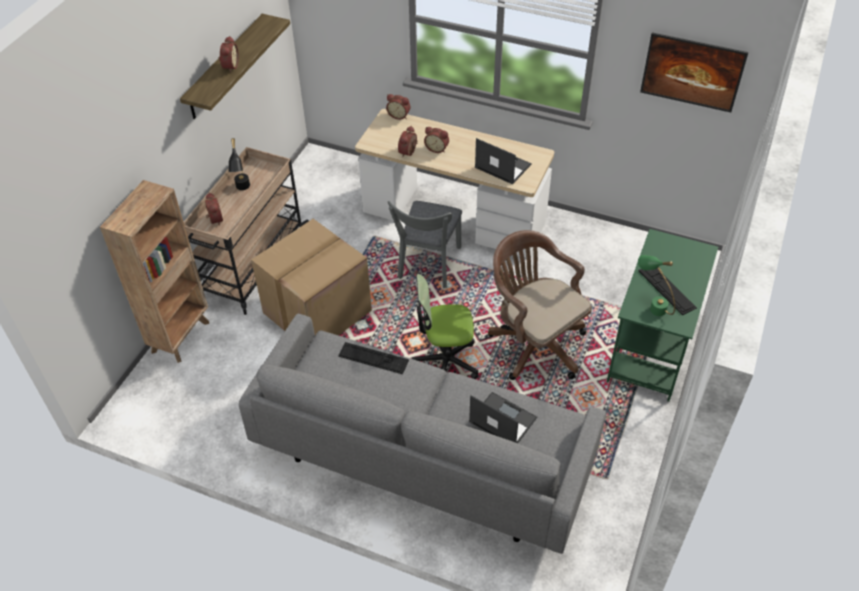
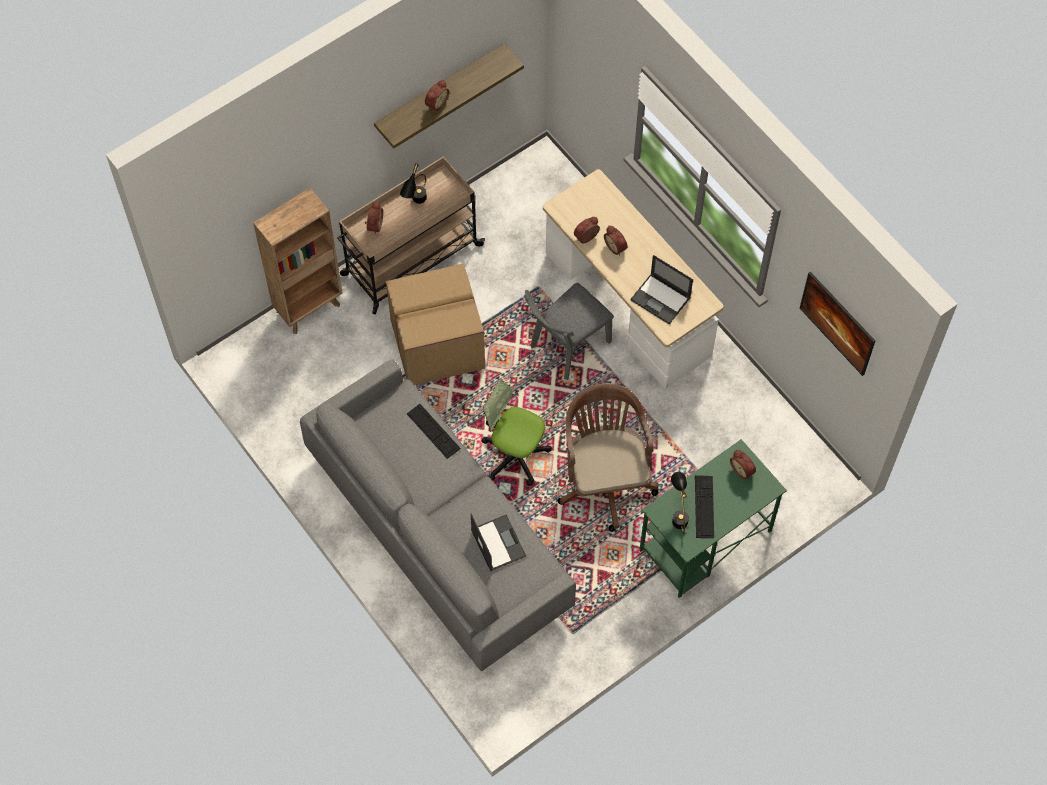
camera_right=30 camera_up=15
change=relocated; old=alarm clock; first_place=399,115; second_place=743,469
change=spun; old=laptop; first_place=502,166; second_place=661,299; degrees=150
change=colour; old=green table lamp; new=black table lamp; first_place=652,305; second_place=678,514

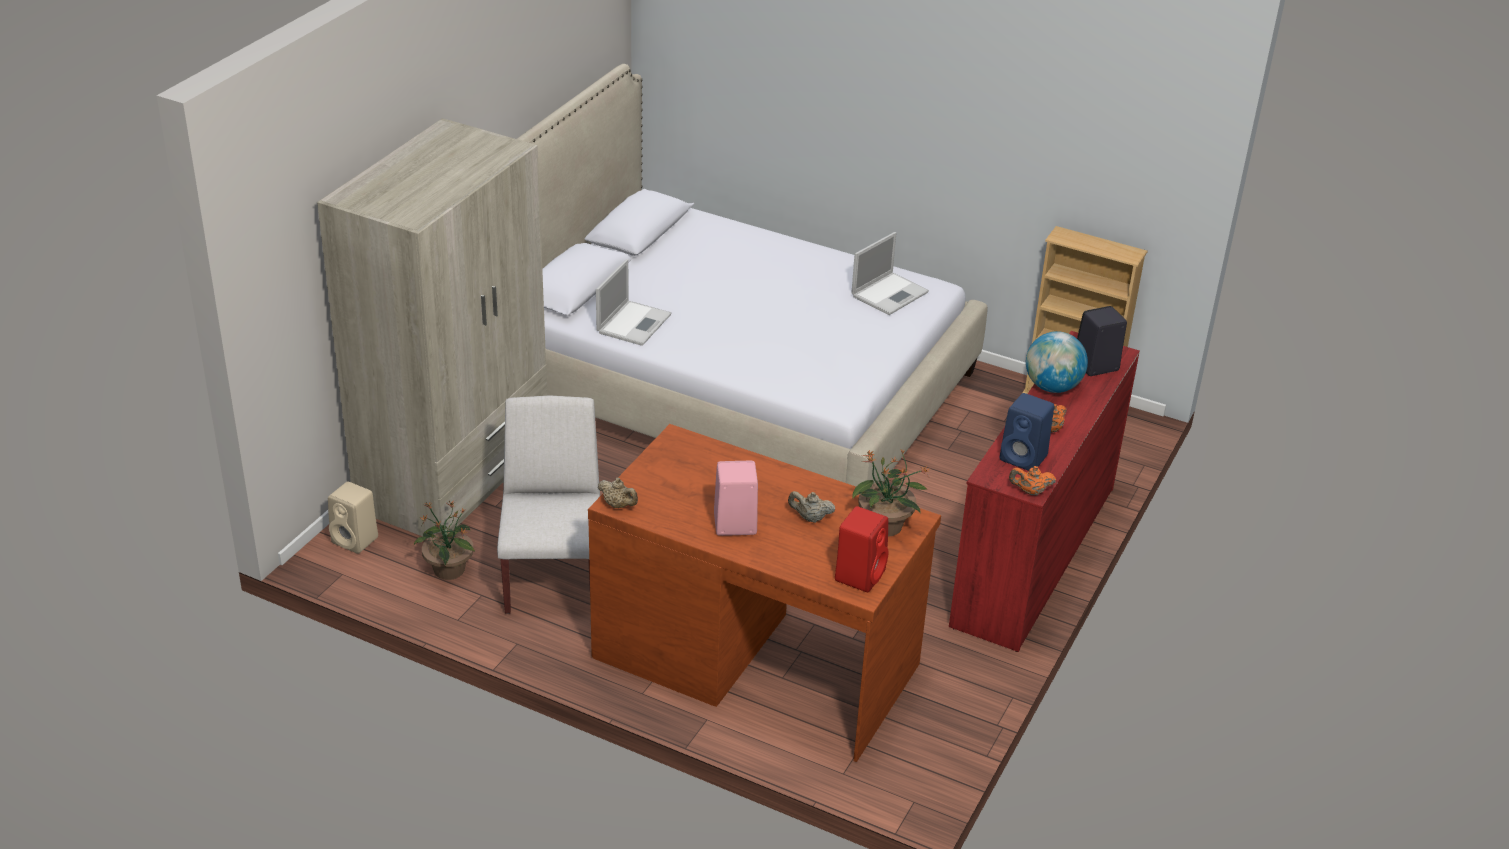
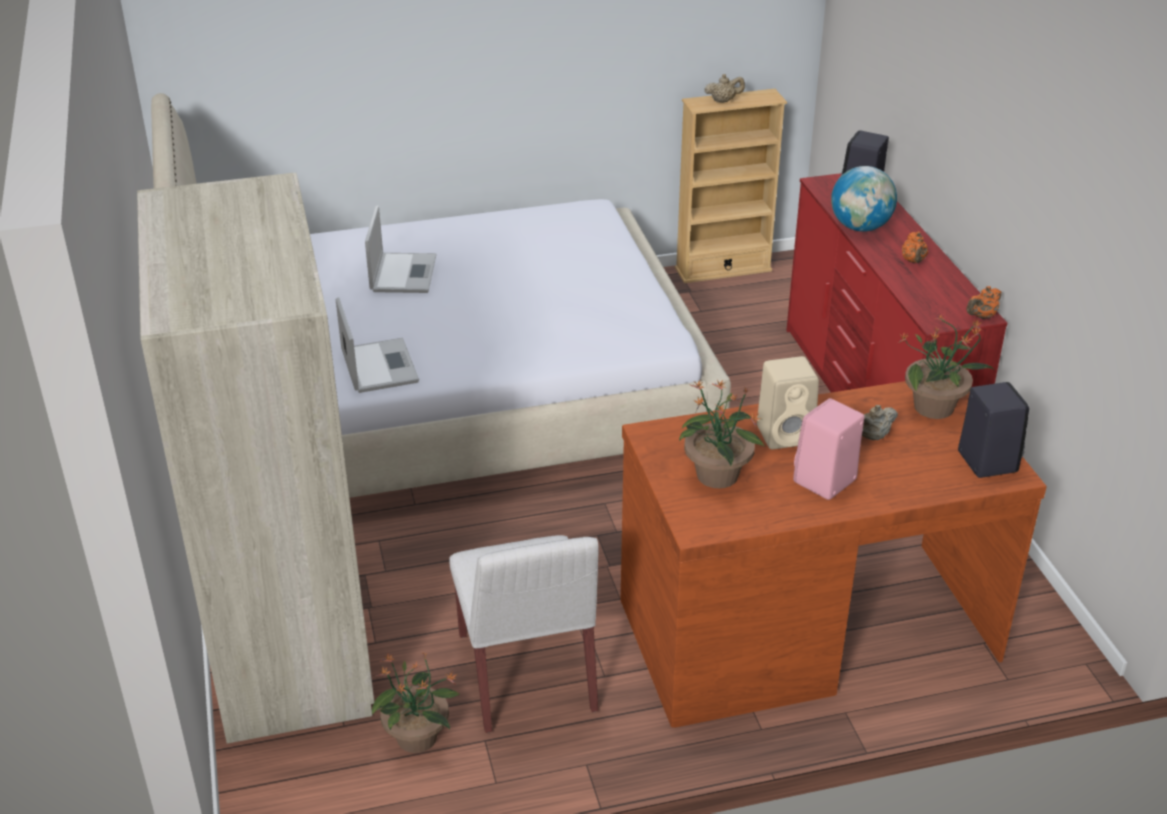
camera_right=-40 camera_up=0
change=relocated; old=beige speaker; first_place=356,540; second_place=786,434
change=spun; old=white chair; first_place=553,576; second_place=527,674; degrees=-150
change=relocated; old=beige teapot; first_place=618,505; second_place=723,101
change=colour; old=red speaker; new=black speaker; first_place=860,574; second_place=985,460
change=relocated; old=laptop; first_place=890,293; second_place=403,273
change=missing; old=blue speaker; first_place=1025,458
change=appeared; new=potted plant; second_place=717,476

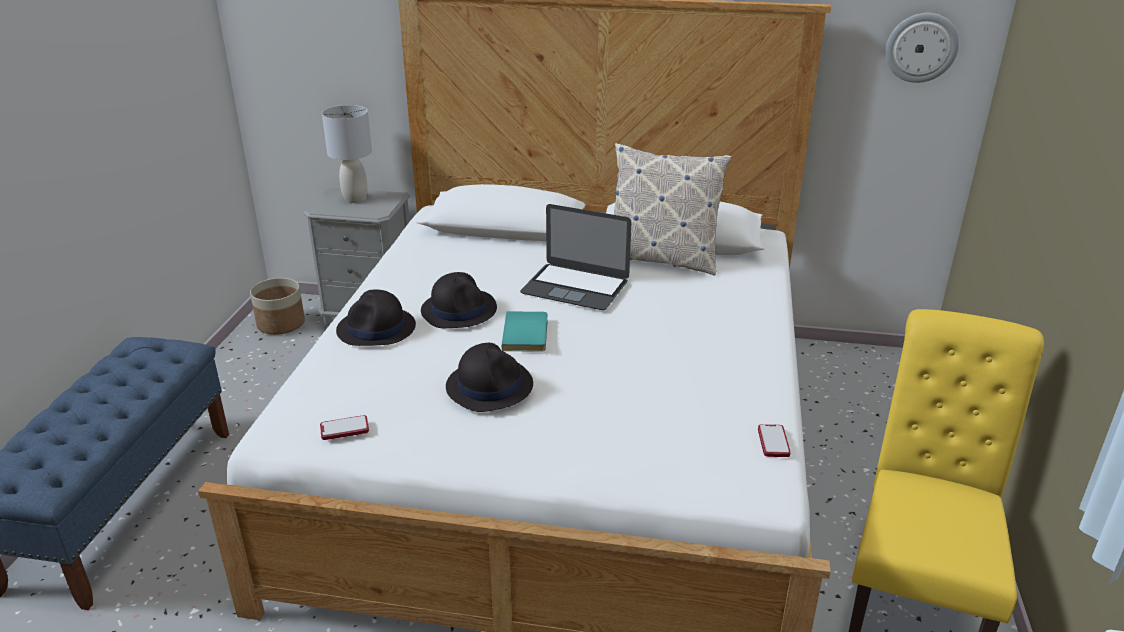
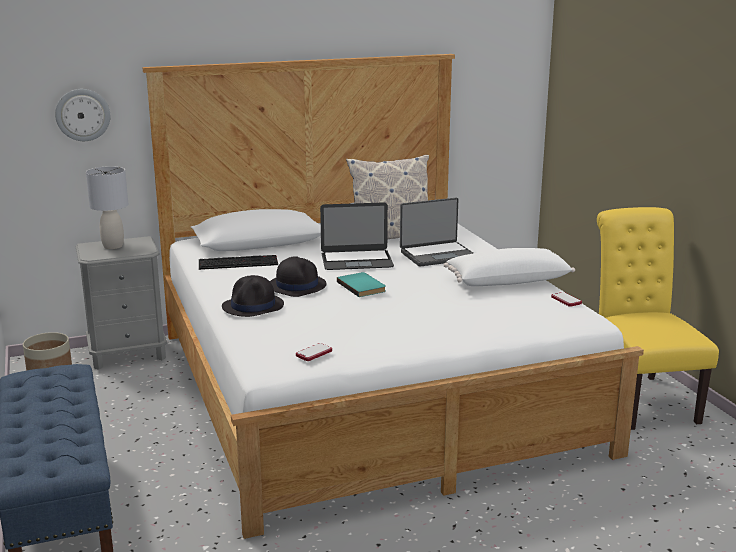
camera_right=-30 camera_up=-10
change=missing; old=black hat; first_place=489,385
change=relocated; old=wall clock; first_place=921,47; second_place=82,115
change=appeared; new=keyboard; second_place=239,262
change=appeared; new=laptop; second_place=437,255
change=appeared; new=white pillow; second_place=507,281

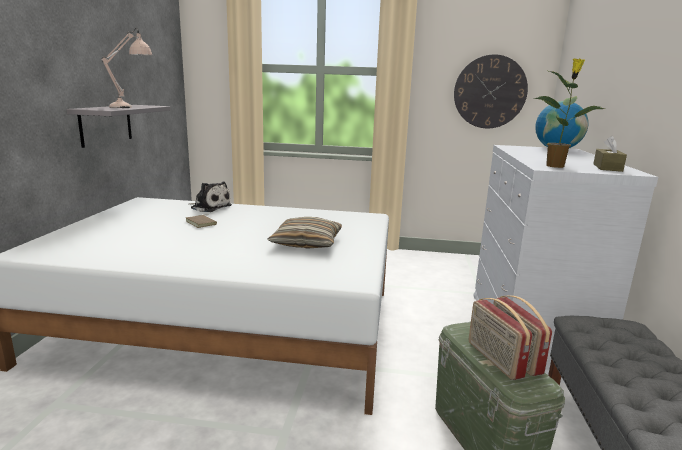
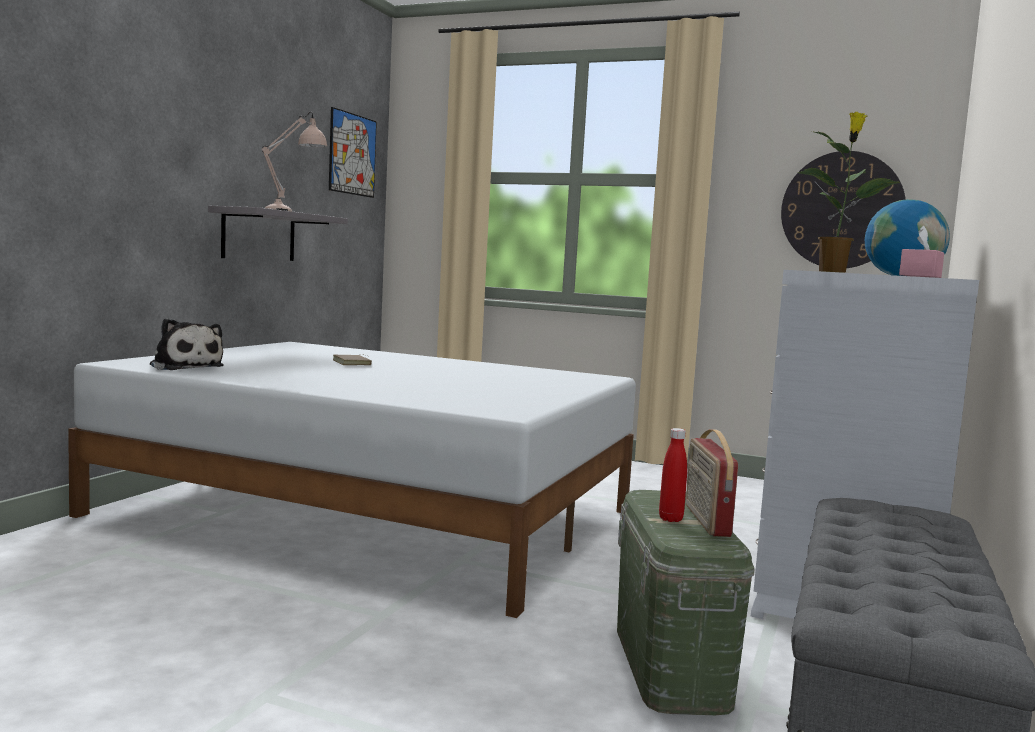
camera_right=15 camera_up=-10
change=relocated; old=plush toy; first_place=209,207; second_place=185,367
change=missing; old=pillow; first_place=307,242
change=exchanged; old=radio; new=red bottle; first_place=493,359; second_place=670,519
change=colour; old=brown tissue box; new=pink tissue box; first_place=607,167; second_place=920,276
change=appeared; new=picture; second_place=352,154

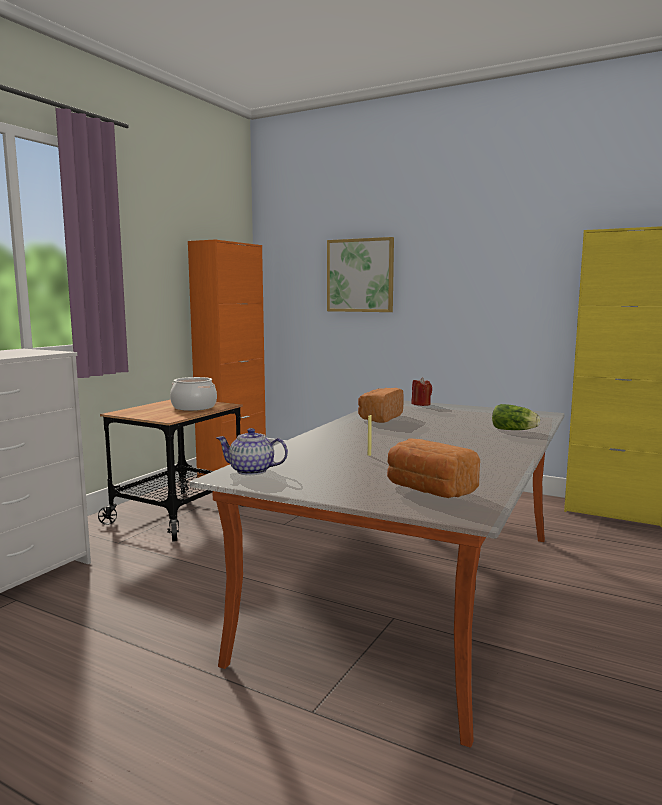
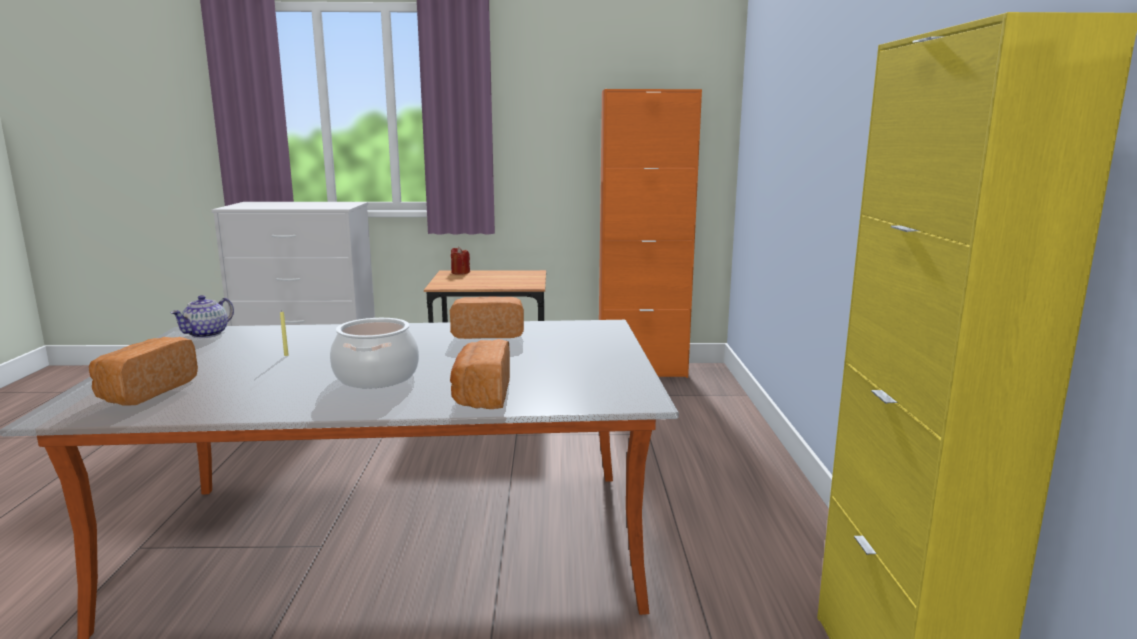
camera_right=60 camera_up=5
change=relocated; old=cooking pot; first_place=193,407; second_place=376,377
change=spun; old=teapot; first_place=252,471; second_place=207,334; degrees=-135
change=missing; old=picture; first_place=360,275
change=relocated; old=red candle; first_place=421,404; second_place=460,272
change=exchanged; old=lettuce; new=bread; first_place=515,430; second_place=481,395

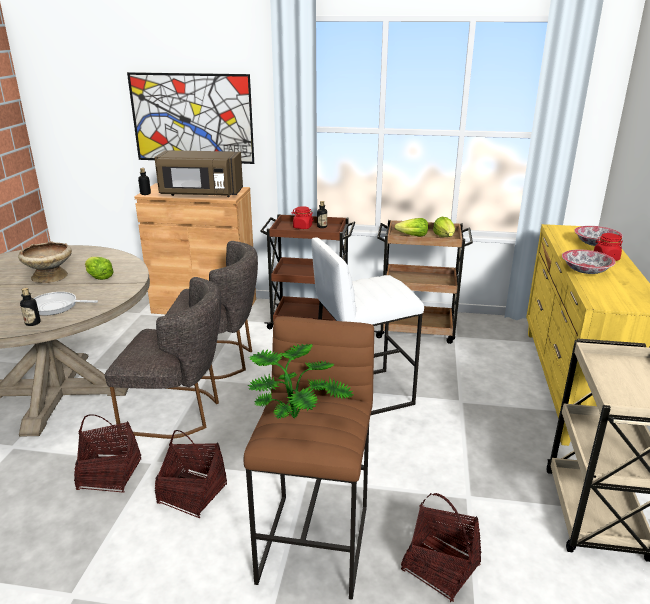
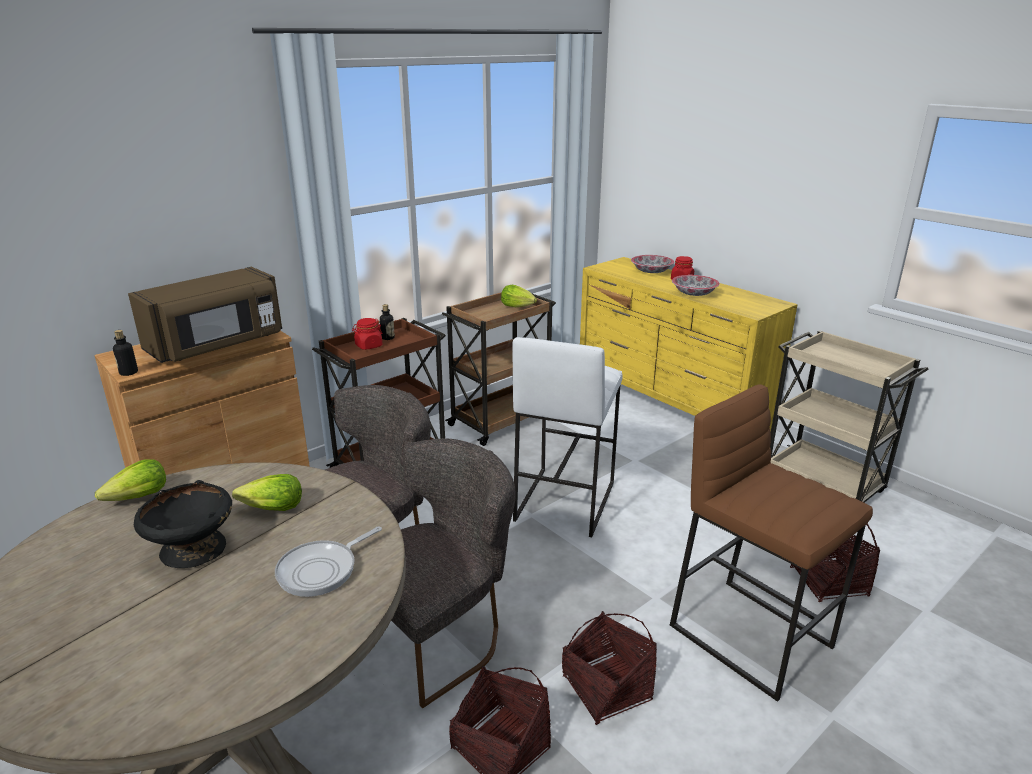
camera_right=-50 camera_up=0
change=colour; old=beige bowl; new=black bowl; first_place=50,276; second_place=192,548
change=missing; old=bottle; first_place=33,323
change=missing; old=picture; first_place=192,118
change=missing; old=potted plant; first_place=297,413
change=relocated; old=lettuce; first_place=412,236; second_place=139,497

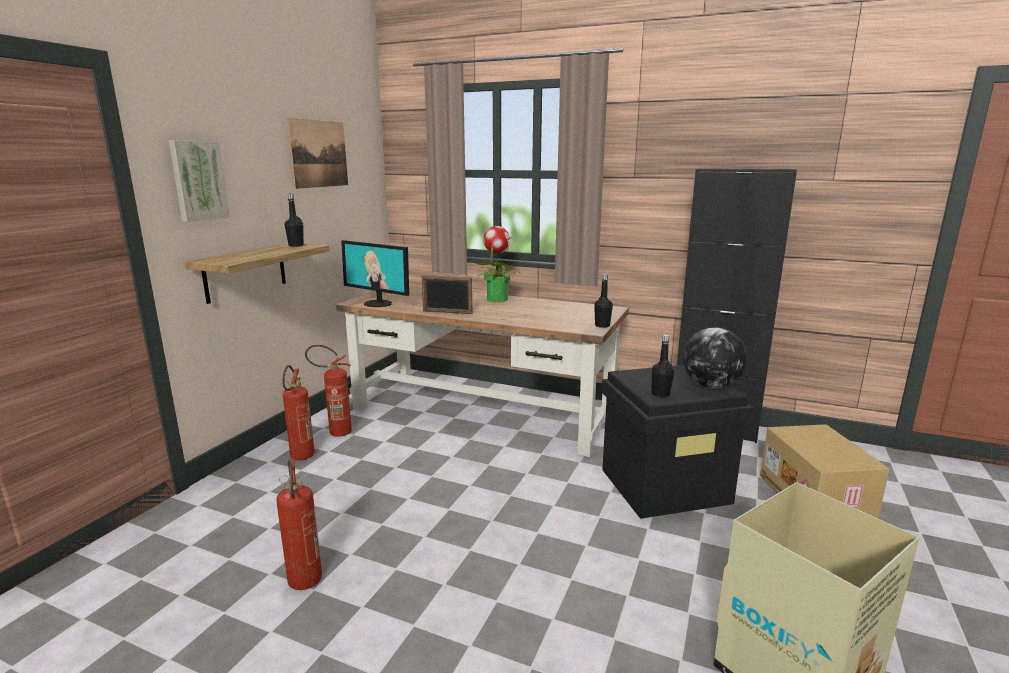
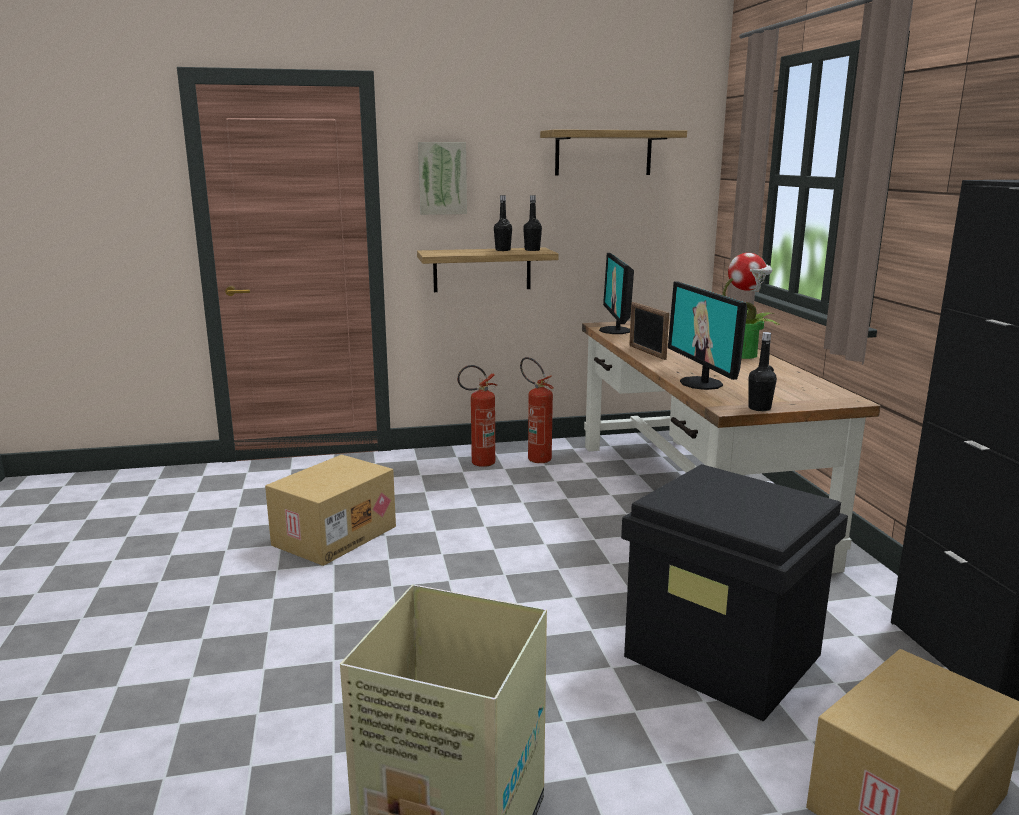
camera_right=55 camera_up=0
change=exchanged; old=fire extinguisher; new=cardboard box; first_place=305,585; second_place=334,535
change=exchanged; old=picture; new=shelf; first_place=319,154; second_place=603,153
change=relocated; old=black bottle; first_place=660,394; second_place=503,250
change=missing; old=globe; first_place=710,386
change=appeared; new=monitor; second_place=702,383

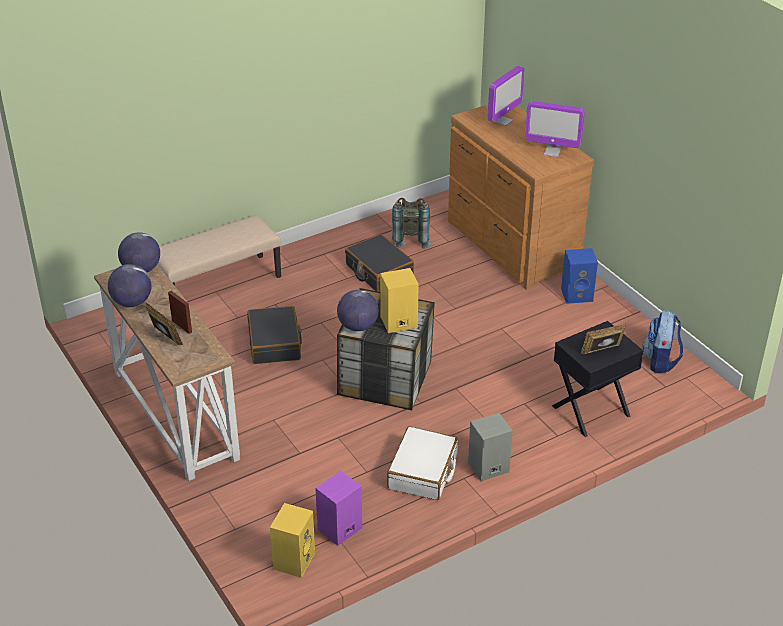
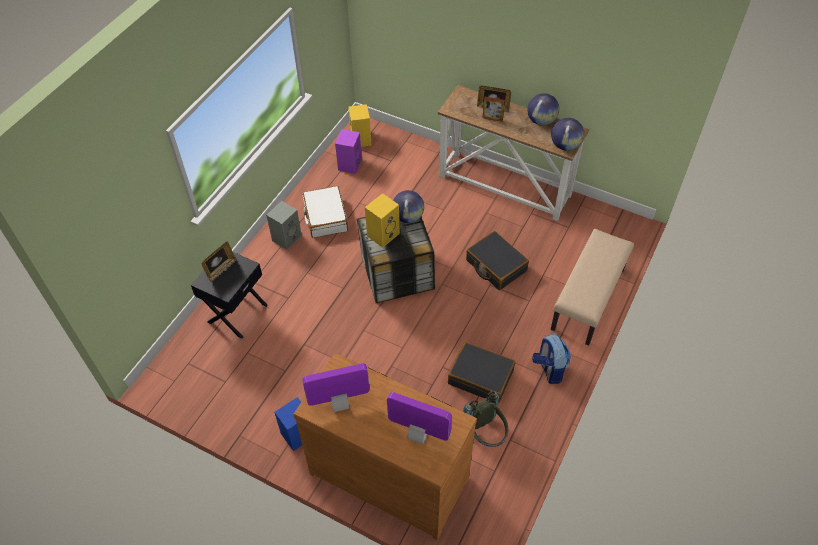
camera_right=150 camera_up=15
change=spun; old=monitor; first_place=503,121; second_place=418,435; degrees=105
change=relocated; old=backpack; first_place=661,361; second_place=549,369

